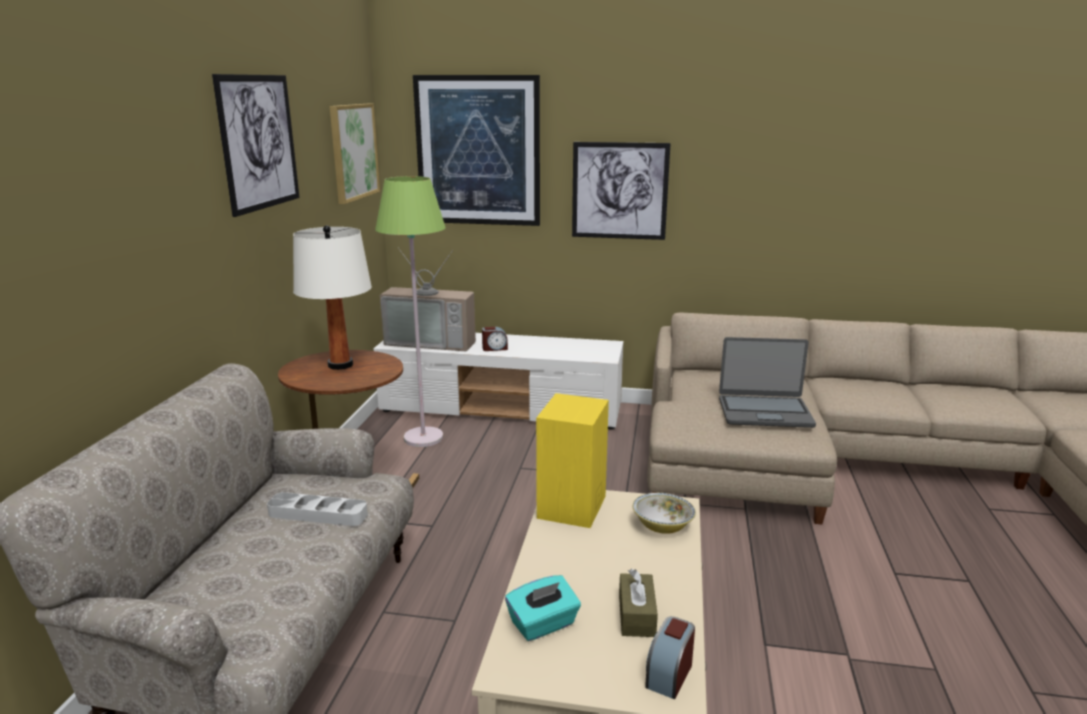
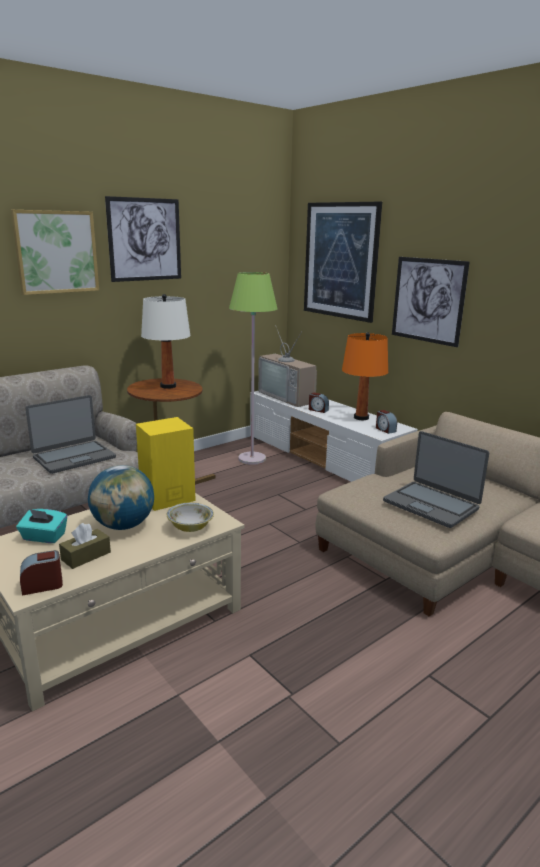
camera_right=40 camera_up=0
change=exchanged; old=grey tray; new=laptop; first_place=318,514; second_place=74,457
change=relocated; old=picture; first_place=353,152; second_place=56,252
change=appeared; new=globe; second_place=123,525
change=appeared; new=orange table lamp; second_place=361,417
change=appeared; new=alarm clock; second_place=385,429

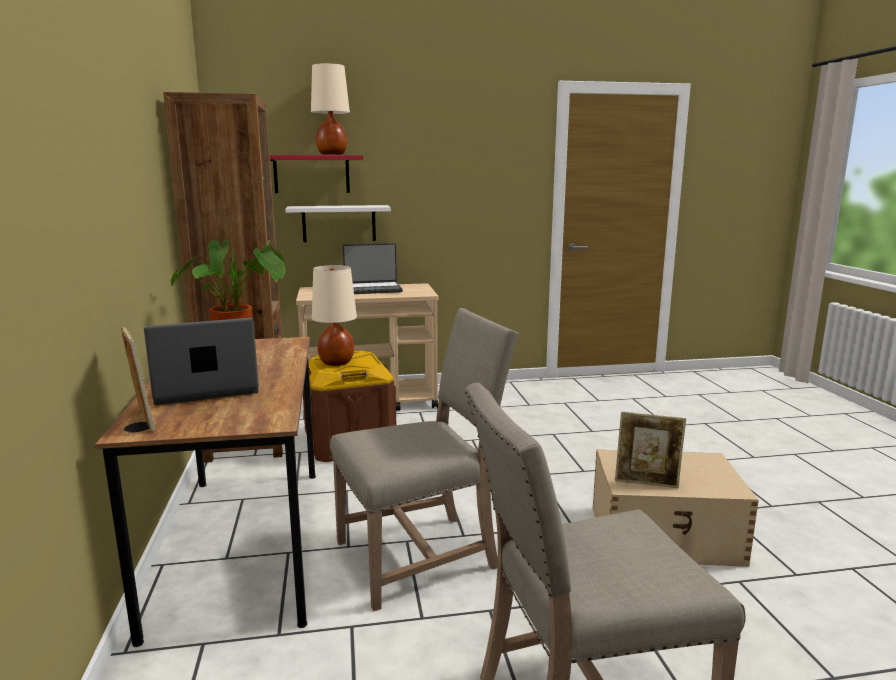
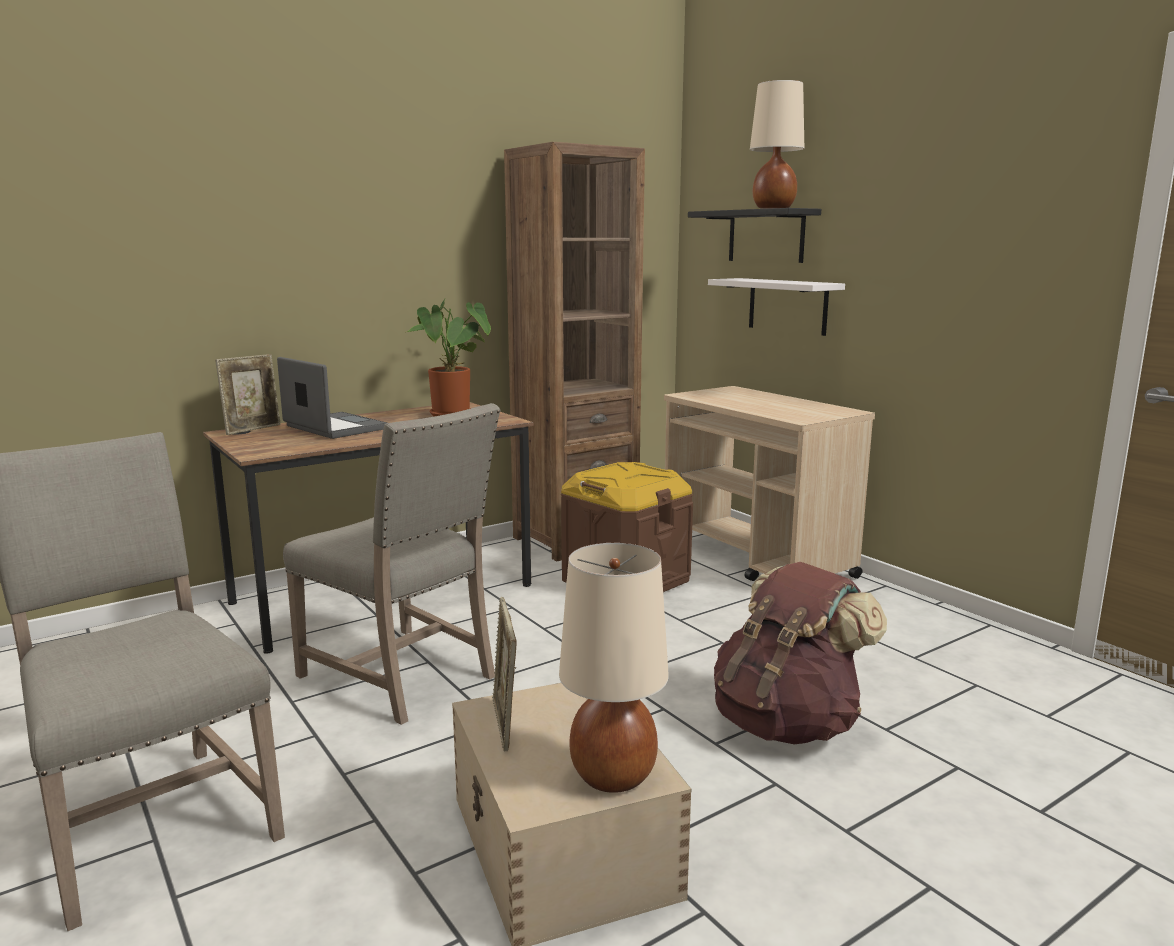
camera_right=65 camera_up=0
change=colour; old=red shelf; new=black shelf; first_place=311,174; second_place=766,236
change=relocated; old=beige table lamp; first_place=336,362; second_place=614,776
change=missing; old=laptop; first_place=372,289
change=appeared; new=brown backpack; second_place=787,723

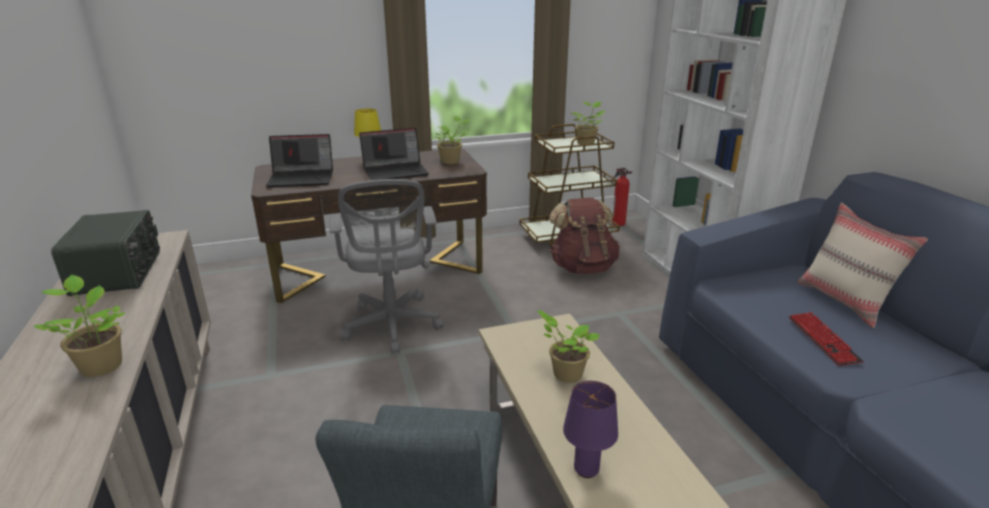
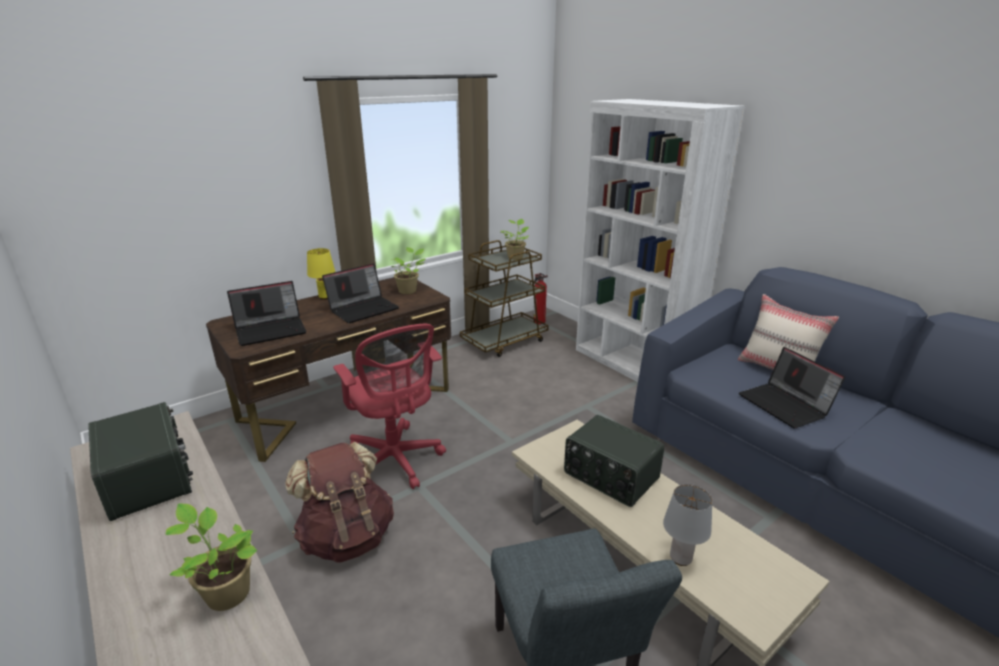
camera_right=-20 camera_up=0
change=colour; old=grey office chair; new=red office chair; first_place=392,326; second_place=396,461
change=exchanged; old=potted plant; new=radio; first_place=565,374; second_place=610,477
change=relocated; old=brown backpack; first_place=582,267; second_place=347,537
change=colour; old=purple table lamp; new=grey table lamp; first_place=585,469; second_place=680,558
change=exchanged; old=keyboard; new=laptop; first_place=823,339; second_place=785,405

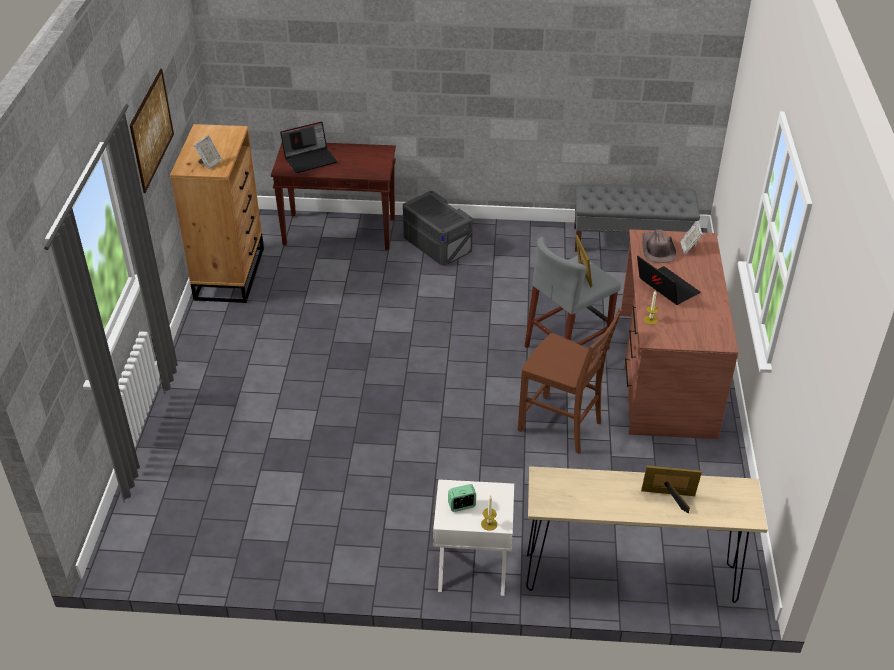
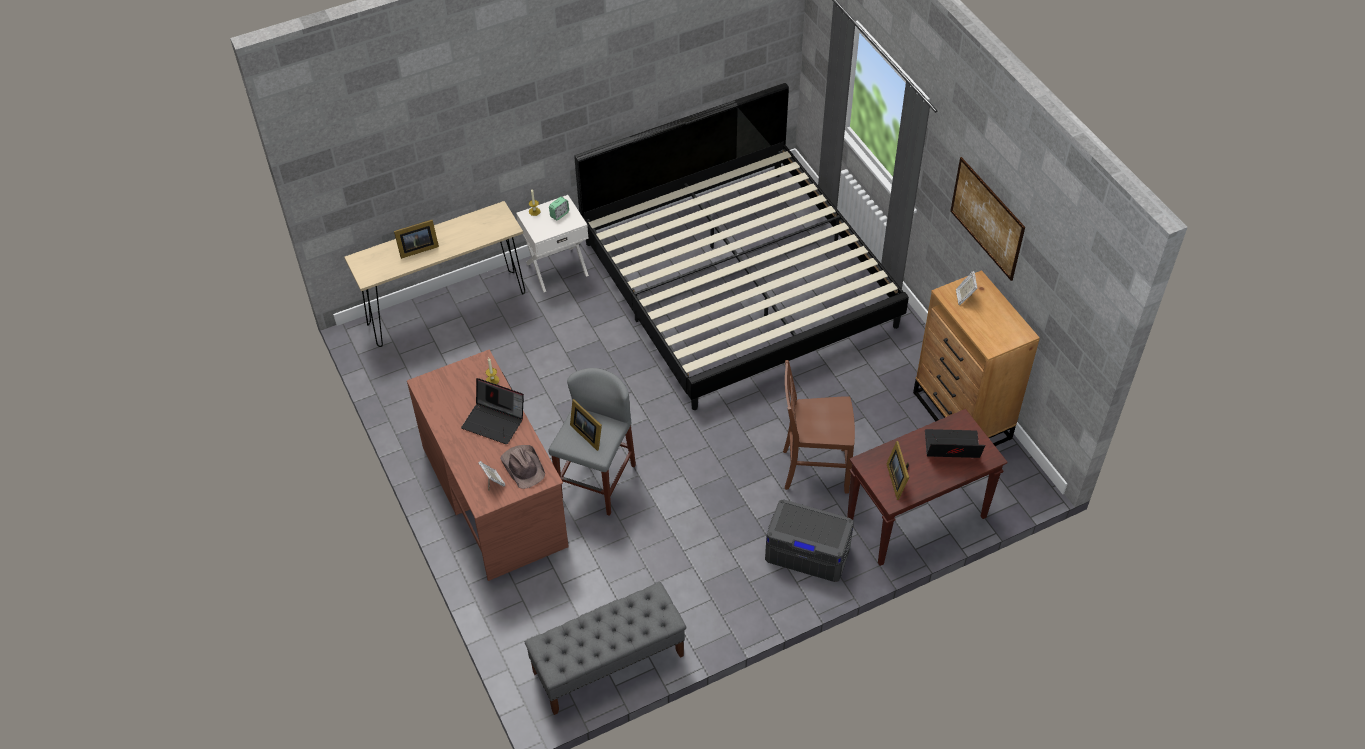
camera_right=150 camera_up=10
change=spun; old=laptop; first_place=310,159; second_place=951,448; degrees=60
change=relocated; old=brown chair; first_place=561,426; second_place=813,469
change=appeared; new=bed; second_place=738,283
change=appeared; new=picture frame; second_place=897,479

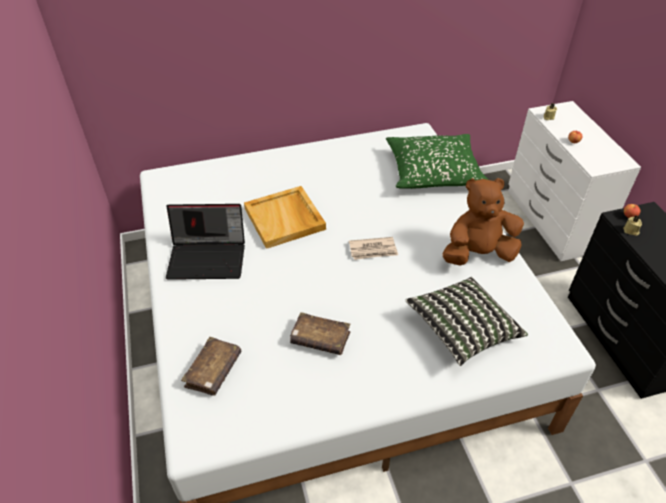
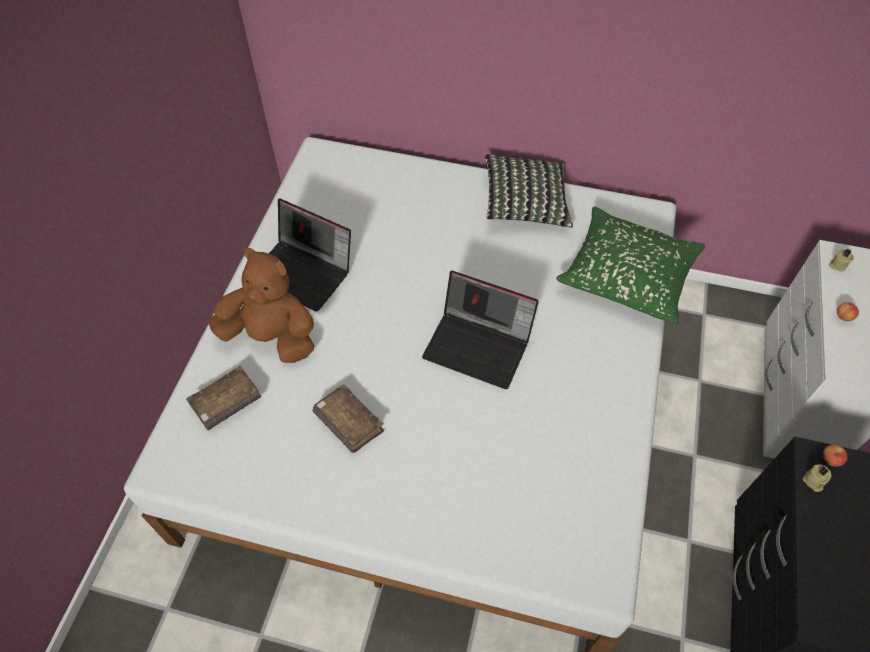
camera_right=30 camera_up=10
change=missing; old=beige tray; first_place=285,219
change=exchanged; old=newspaper; new=laptop; first_place=373,250; second_place=479,346
change=relocated; old=pillow; first_place=462,329; second_place=525,203
change=relocated; old=brown plush toy; first_place=478,254; second_place=272,337

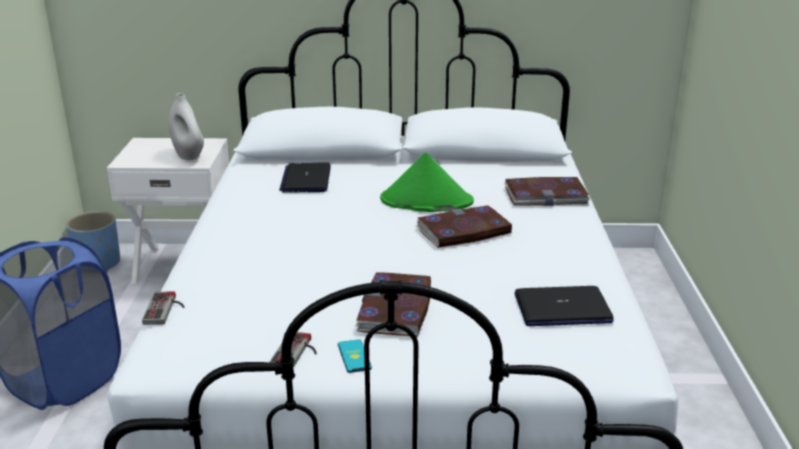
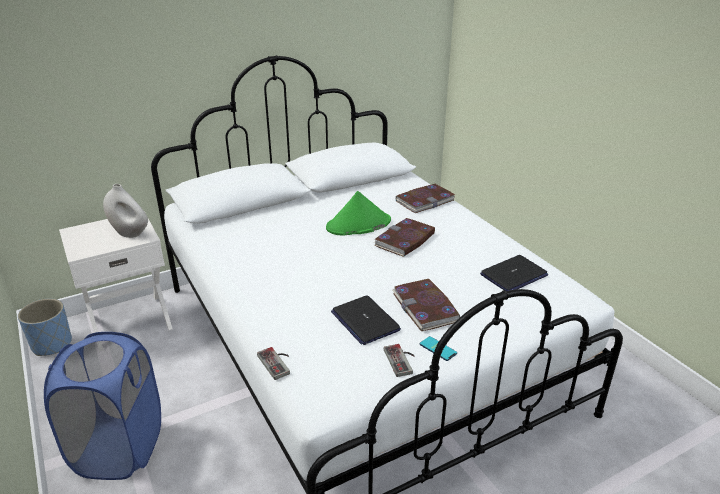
camera_right=-30 camera_up=5
change=relocated; old=laptop; first_place=306,179; second_place=365,321

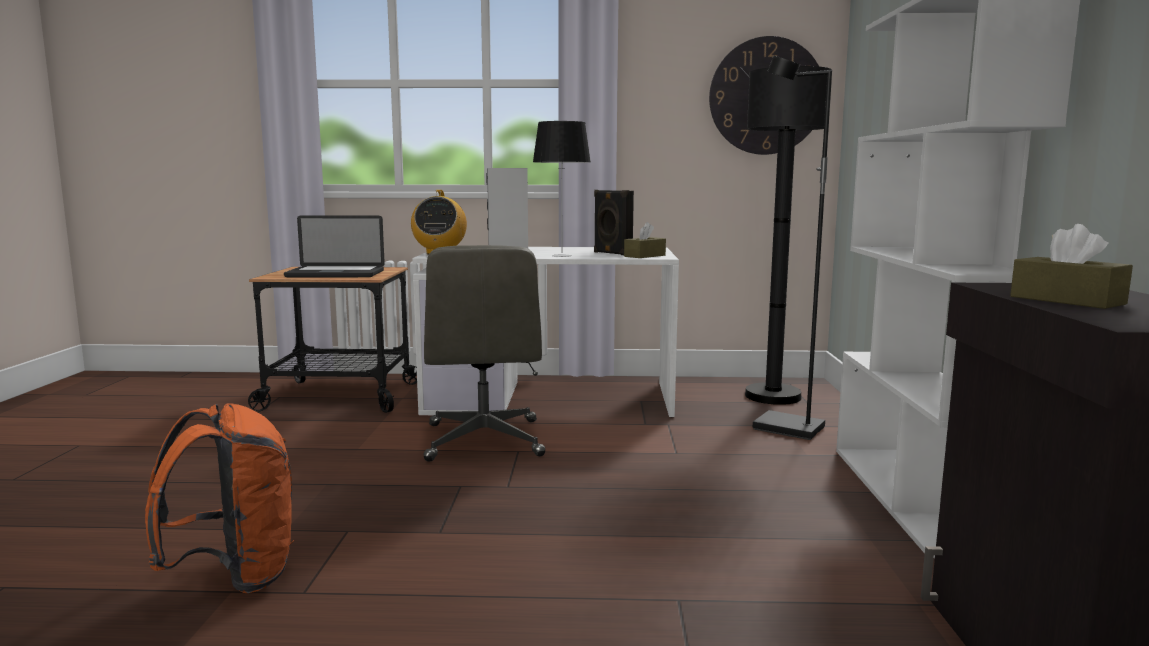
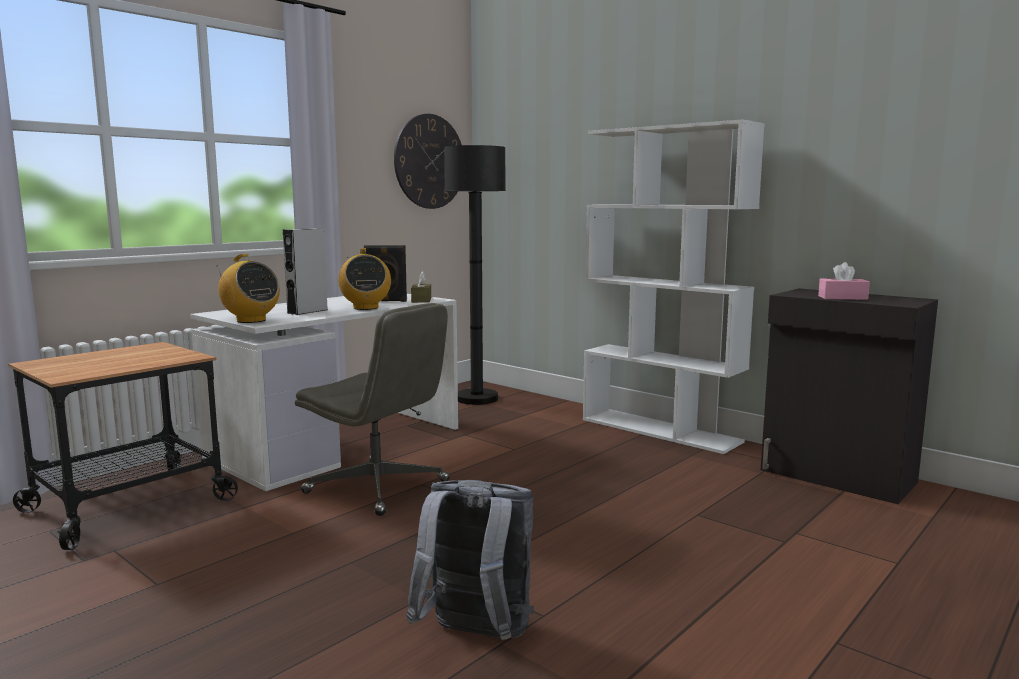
camera_right=-50 camera_up=0
change=colour; old=orange backpack; new=grey backpack; first_place=235,576; second_place=476,637
change=missing; old=laptop; first_place=335,274
change=exchanged; old=table lamp; new=radio; first_place=562,255; second_place=365,308
change=missing; old=black floor lamp; first_place=787,429
change=colour; old=brown tissue box; new=pink tissue box; first_place=1066,300; second_place=842,298

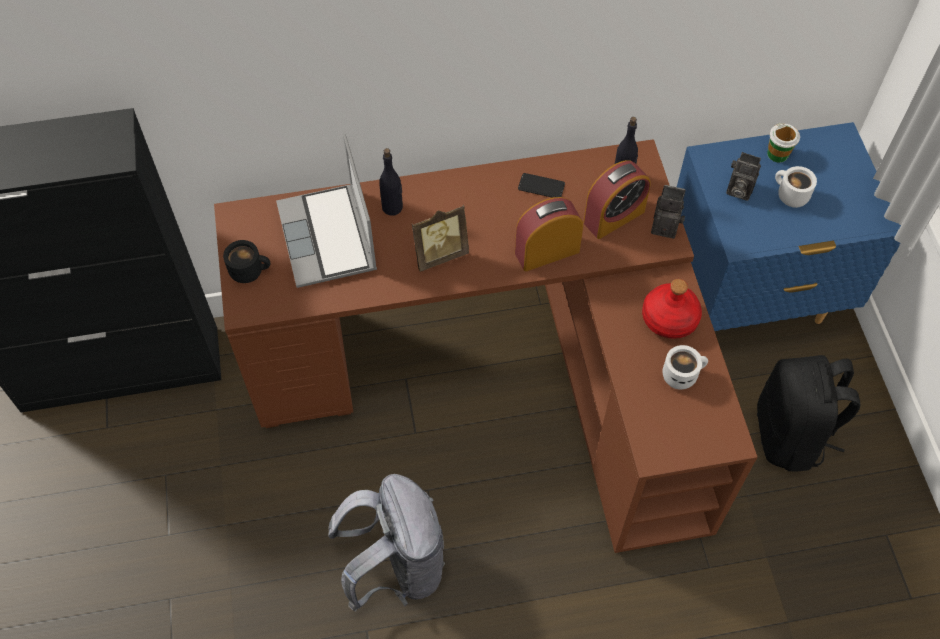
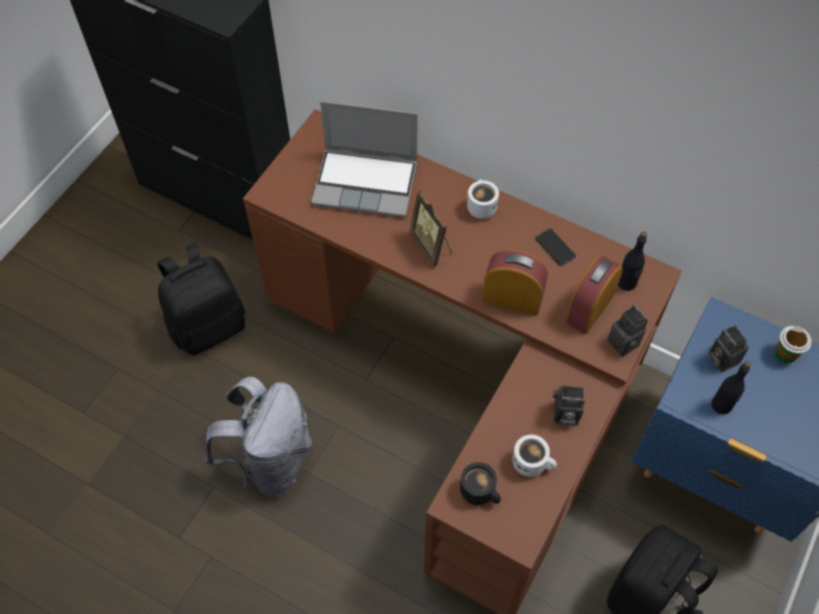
camera_right=40 camera_up=0
change=relocated; old=black mug; first_place=249,270; second_place=480,491
change=spun; old=laptop; first_place=329,238; second_place=367,183; degrees=-105
change=relocated; old=black bottle; first_place=392,207; second_place=722,405
change=spun; old=picture frame; first_place=439,254; second_place=431,245; degrees=45
change=spun; old=alarm clock; first_place=614,217; second_place=590,307; degrees=120
change=exchanged; old=red bottle; new=photo camera; first_place=669,318; second_place=564,415
change=relocated; old=white mug; first_place=789,196; second_place=480,207
change=appeared; new=black backpack; second_place=208,326

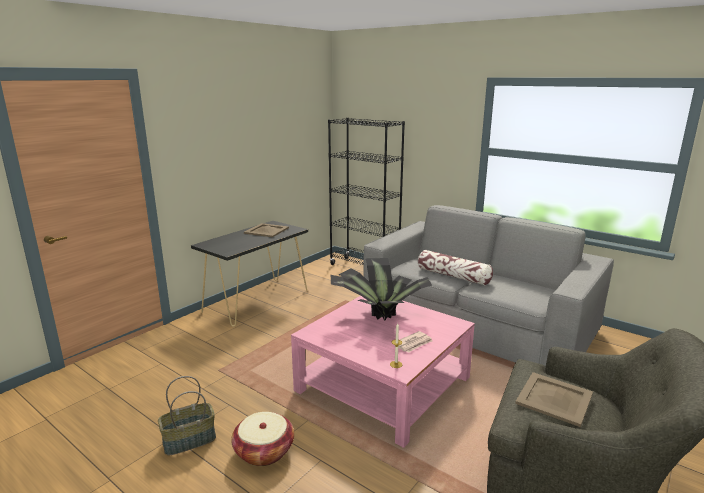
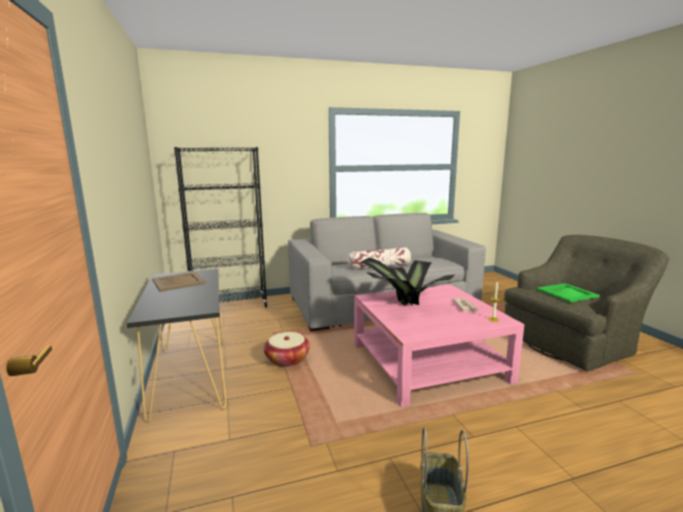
camera_right=-55 camera_up=-5
change=relocated; old=basket; first_place=264,451; second_place=287,359
change=colour; old=beige tray; new=green tray; first_place=554,399; second_place=567,293

